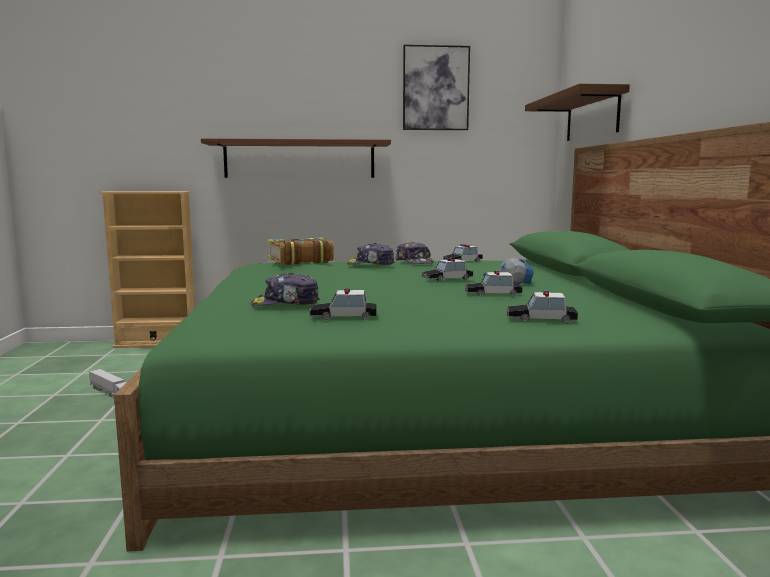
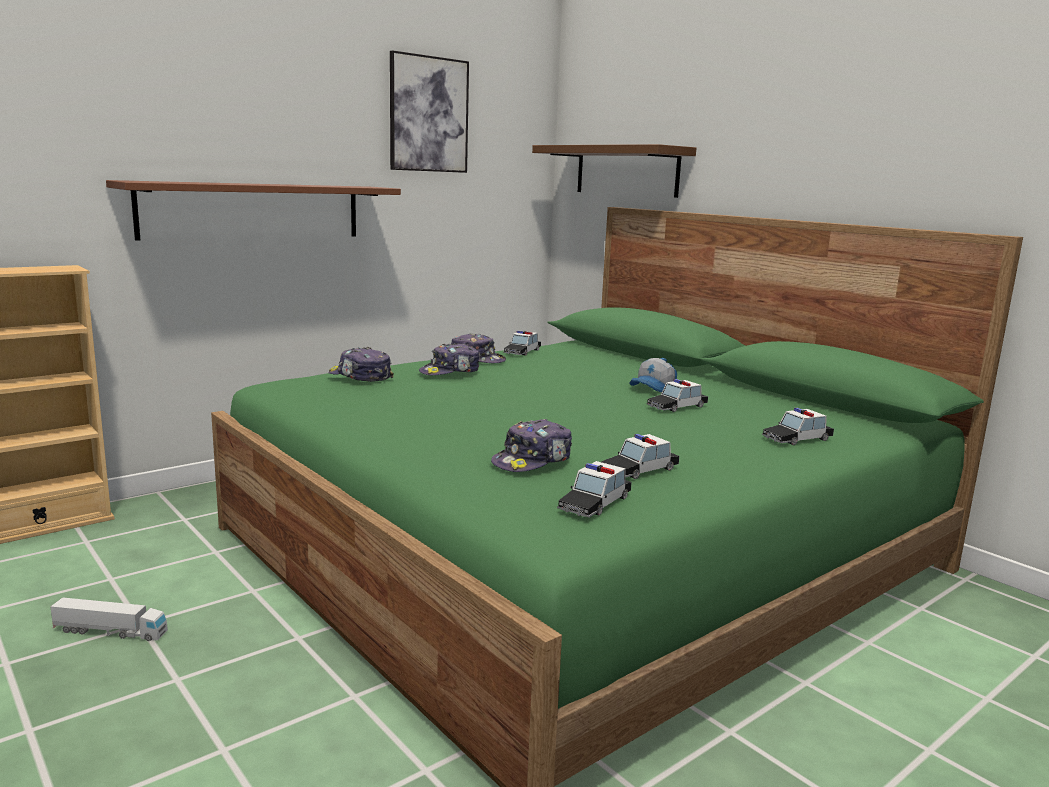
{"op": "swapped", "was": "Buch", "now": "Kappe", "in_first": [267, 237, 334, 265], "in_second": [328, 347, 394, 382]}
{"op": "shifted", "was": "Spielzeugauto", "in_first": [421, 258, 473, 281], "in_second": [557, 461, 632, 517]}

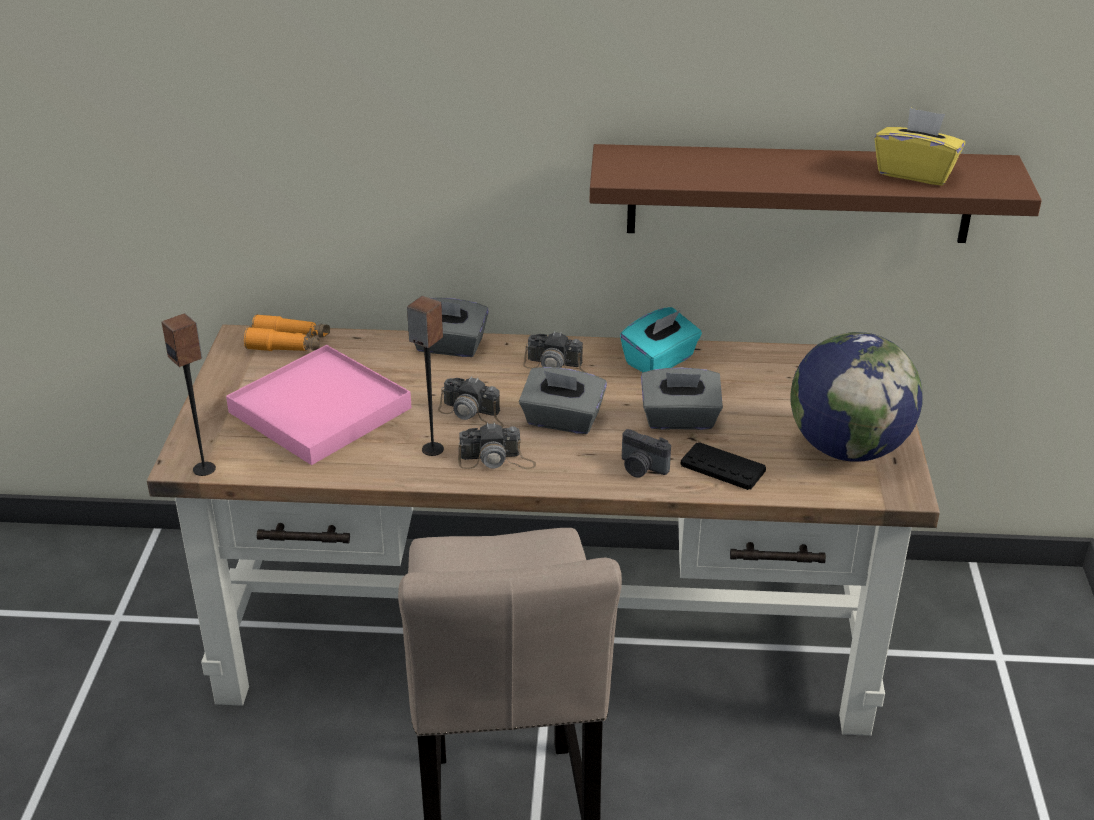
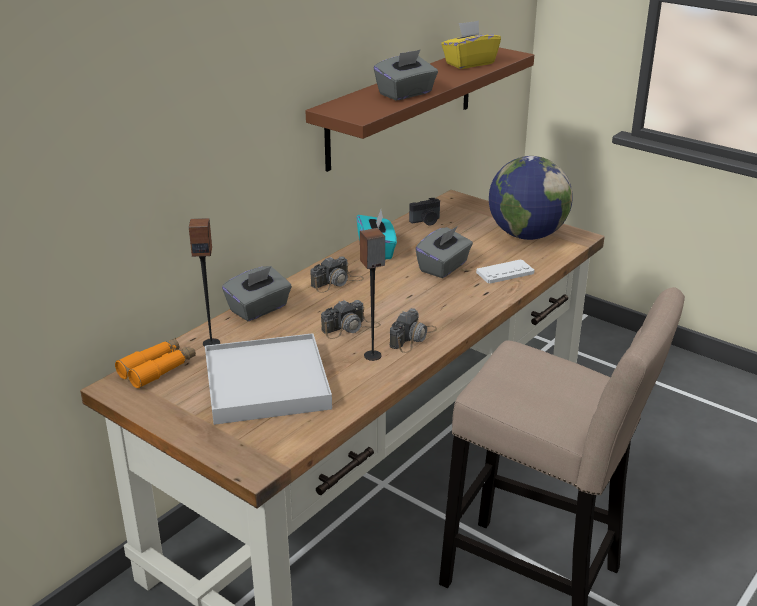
{"op": "shifted", "was": "Lautsprecher", "in_first": [162, 314, 216, 476], "in_second": [189, 218, 220, 347]}
{"op": "repainted", "was": "Tablett (rosa)", "now": "Tablett (weiß)", "in_first": [226, 345, 412, 465], "in_second": [205, 333, 332, 425]}
{"op": "shifted", "was": "Taschentuchbox (grau)", "in_first": [519, 367, 607, 434], "in_second": [374, 49, 438, 101]}
{"op": "shifted", "was": "Kamera", "in_first": [622, 429, 671, 478], "in_second": [409, 198, 440, 226]}
{"op": "repainted", "was": "Gamepad (schwarz)", "now": "Gamepad (weiß)", "in_first": [680, 442, 766, 490], "in_second": [476, 259, 534, 284]}

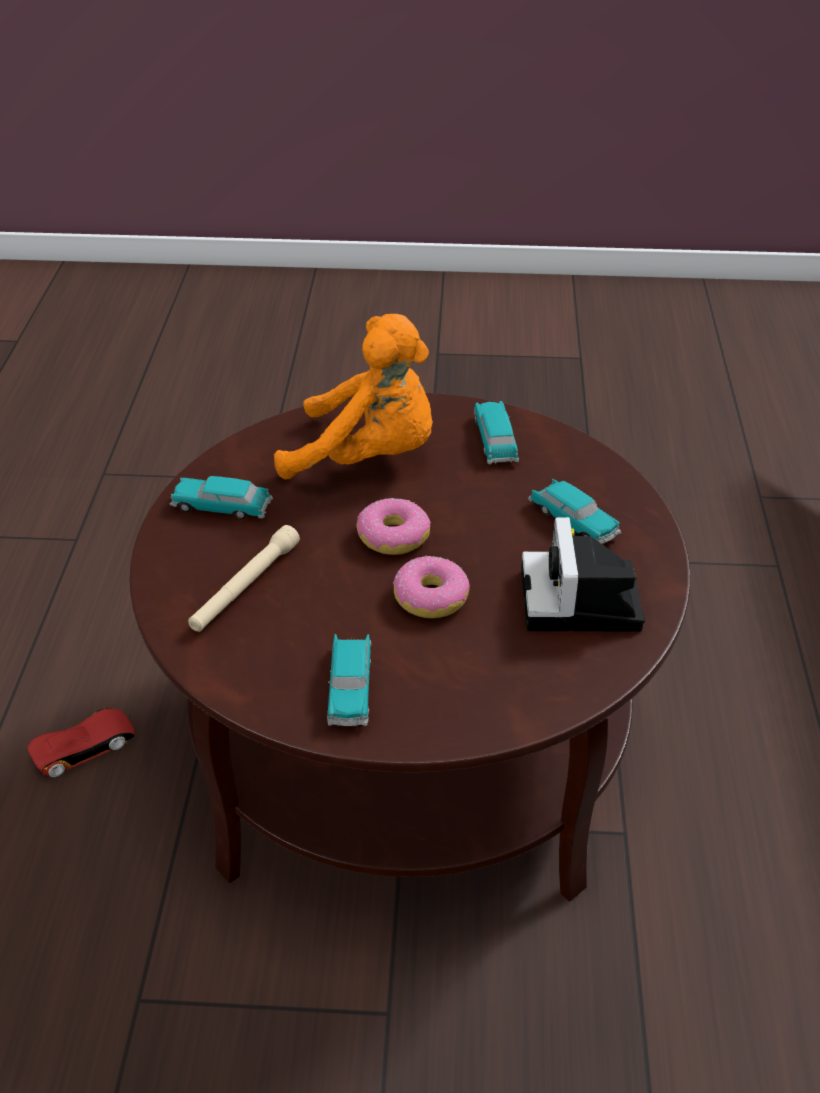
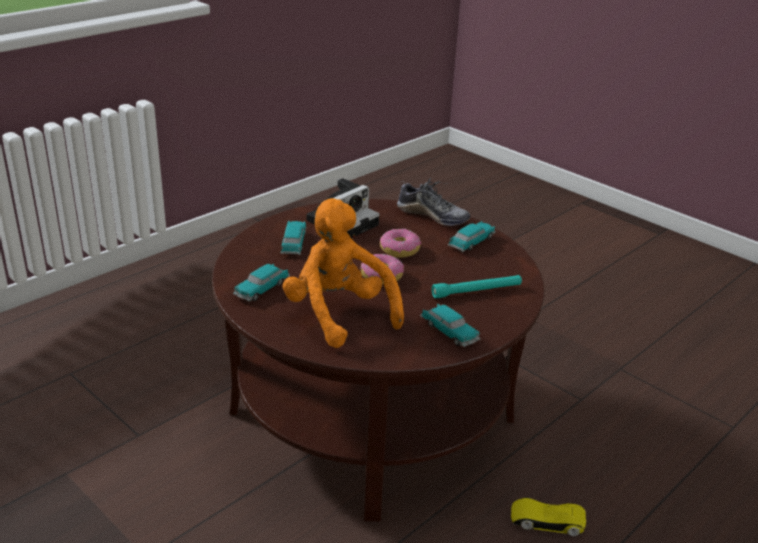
{"op": "repainted", "was": "Taschenlampe (beige)", "now": "Taschenlampe (türkis)", "in_first": [188, 525, 300, 632], "in_second": [432, 275, 522, 298]}
{"op": "repainted", "was": "Spielzeugauto (rot)", "now": "Spielzeugauto (gelb)", "in_first": [28, 708, 135, 777], "in_second": [511, 497, 586, 536]}
{"op": "new", "now": "Schuh", "in_second": [397, 178, 470, 226]}

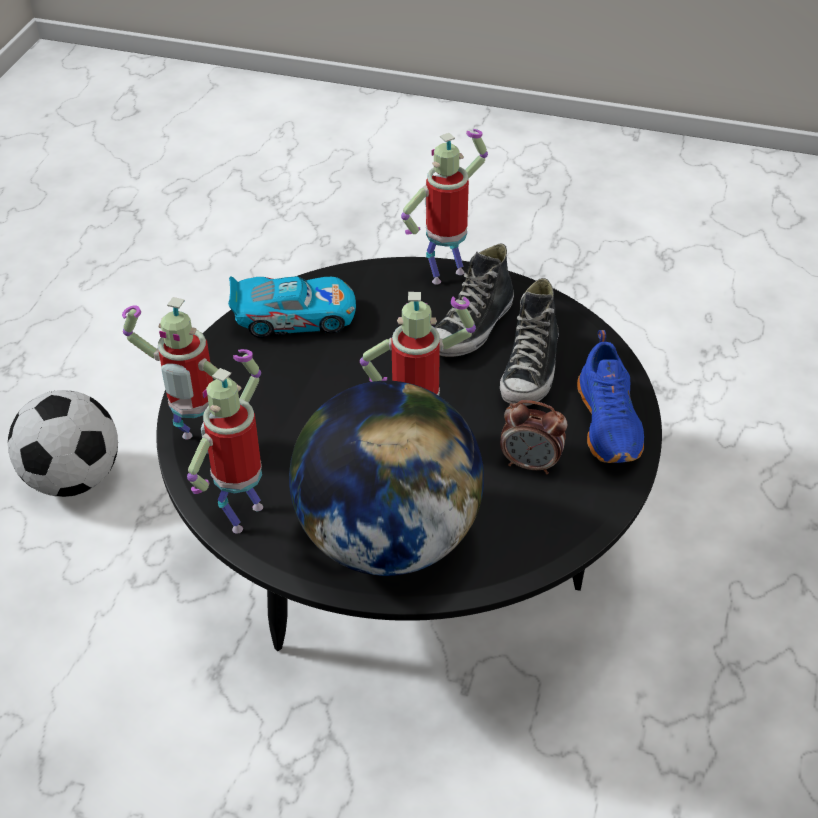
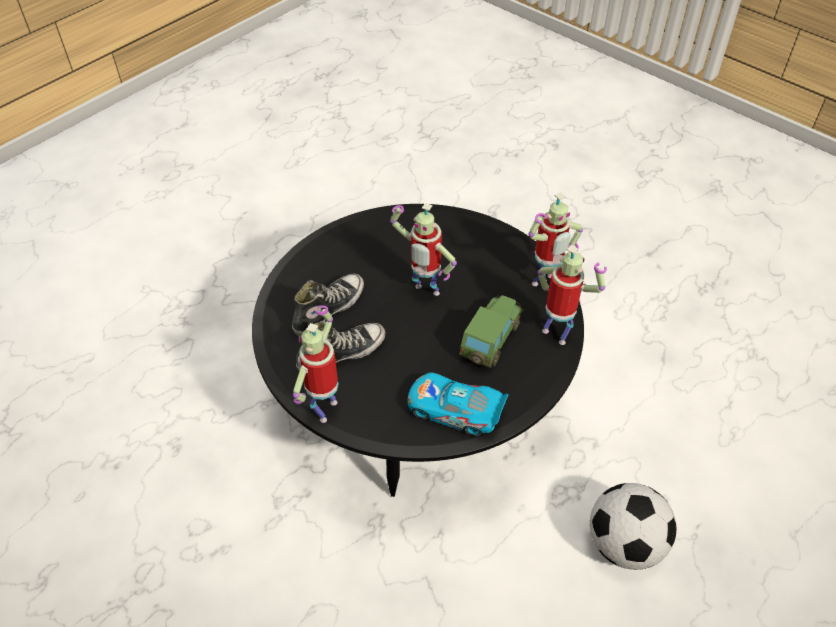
{"op": "rotated", "was": "Spielzeugroboter", "in_first": [401, 129, 488, 285], "in_second": [293, 305, 339, 423], "clockwise": 120}
{"op": "gone", "was": "Schuh (blau)", "in_first": [577, 330, 644, 463]}
{"op": "gone", "was": "Globus", "in_first": [289, 381, 484, 576]}
{"op": "gone", "was": "Wecker", "in_first": [500, 400, 568, 474]}
{"op": "new", "now": "Spielzeugauto", "in_second": [459, 295, 524, 368]}

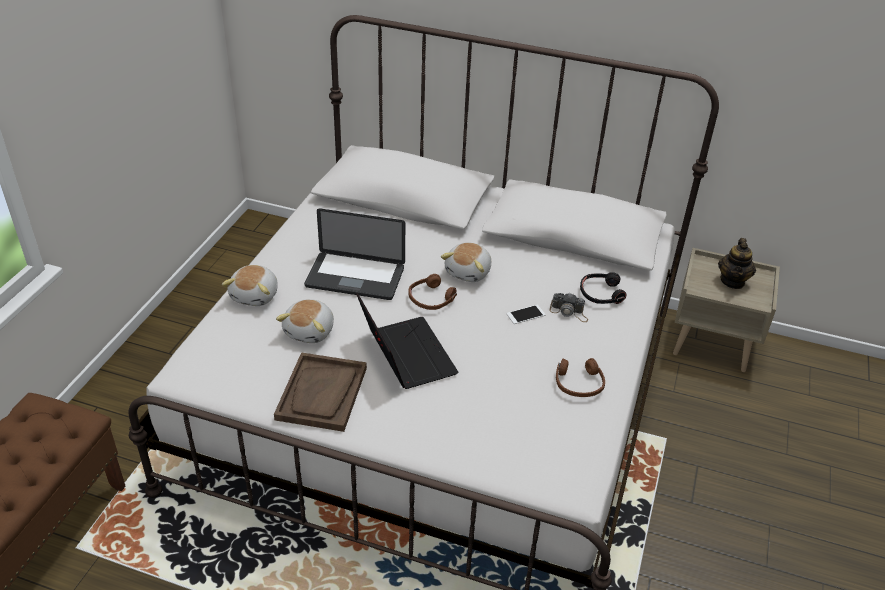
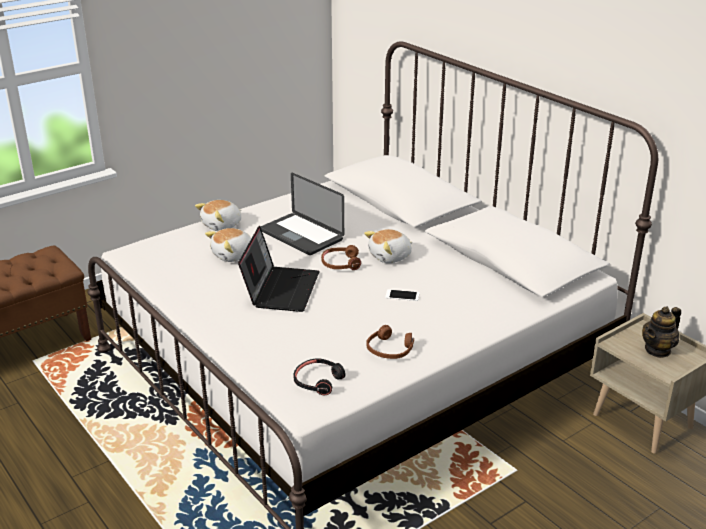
{"op": "shifted", "was": "Kopfhörer (schwarz)", "in_first": [580, 272, 627, 304], "in_second": [293, 358, 345, 395]}
{"op": "gone", "was": "Kamera", "in_first": [550, 293, 588, 322]}
{"op": "gone", "was": "Tablett (braun)", "in_first": [274, 352, 367, 432]}

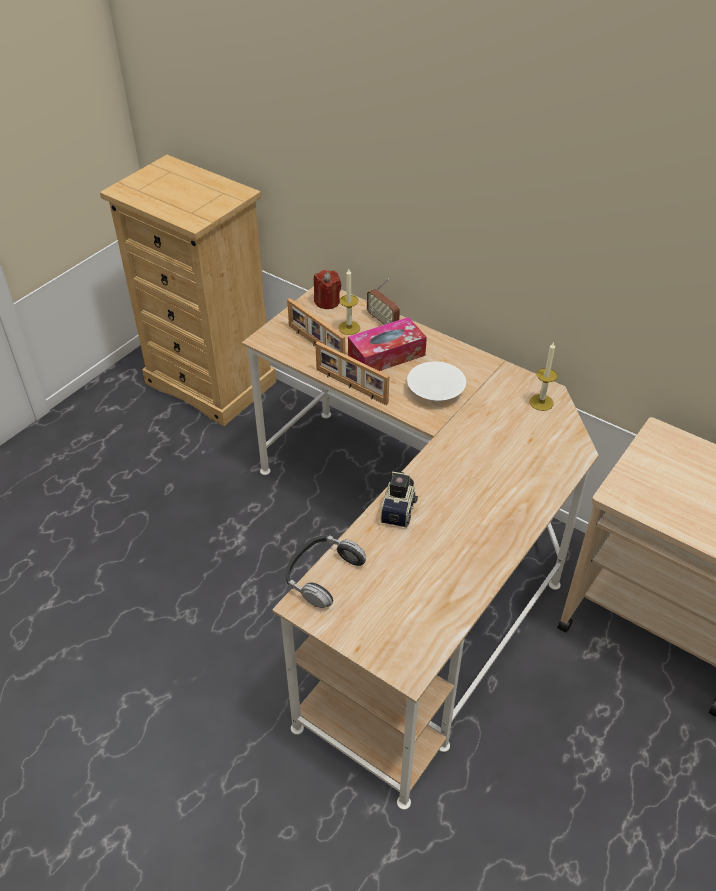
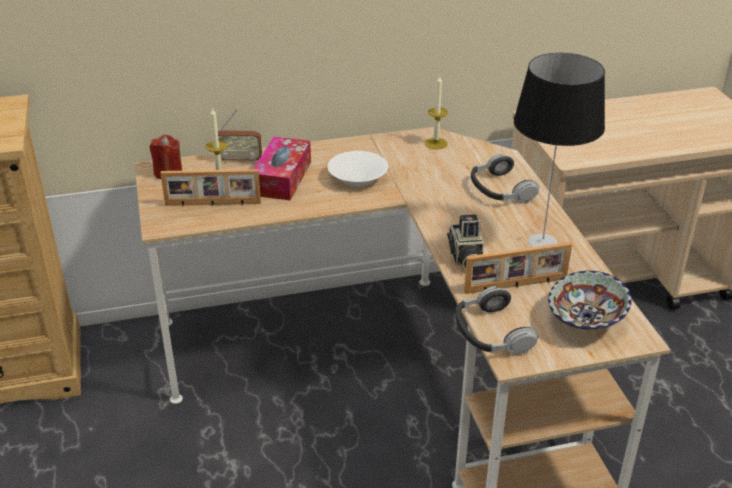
{"op": "shifted", "was": "Bilderrahmen", "in_first": [315, 341, 389, 405], "in_second": [464, 242, 572, 294]}
{"op": "rotated", "was": "Kamera", "in_first": [381, 471, 418, 527], "in_second": [447, 214, 484, 270], "clockwise": -150}
{"op": "new", "now": "Tischlampe", "in_second": [514, 53, 605, 247]}
{"op": "new", "now": "Kopfhörer", "in_second": [471, 154, 539, 203]}
{"op": "new", "now": "Schüssel", "in_second": [548, 271, 632, 331]}

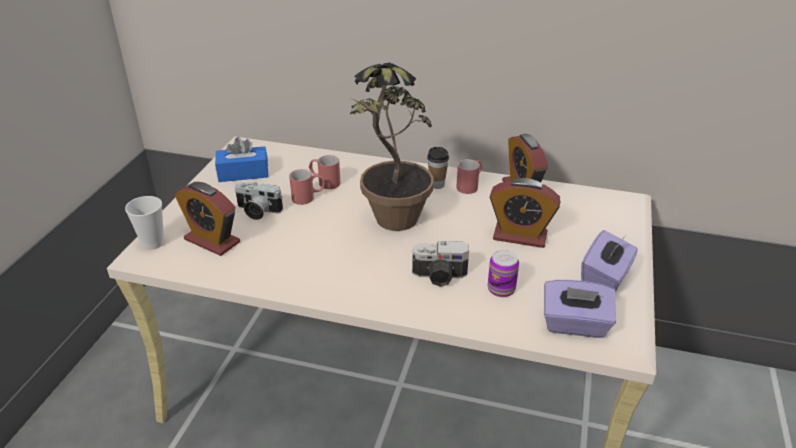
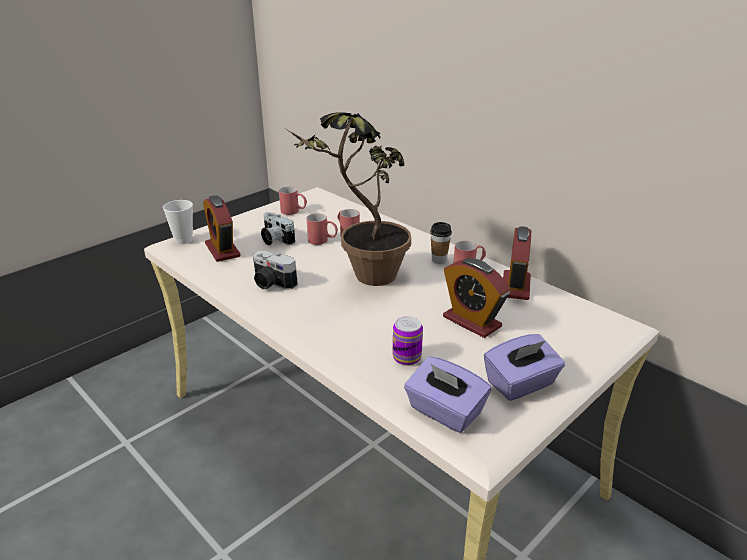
{"op": "swapped", "was": "Taschentuchbox (blau)", "now": "Henkelbecher (rot)", "in_first": [215, 137, 268, 182], "in_second": [279, 186, 307, 215]}
{"op": "shifted", "was": "Kamera", "in_first": [412, 241, 469, 287], "in_second": [253, 251, 298, 290]}

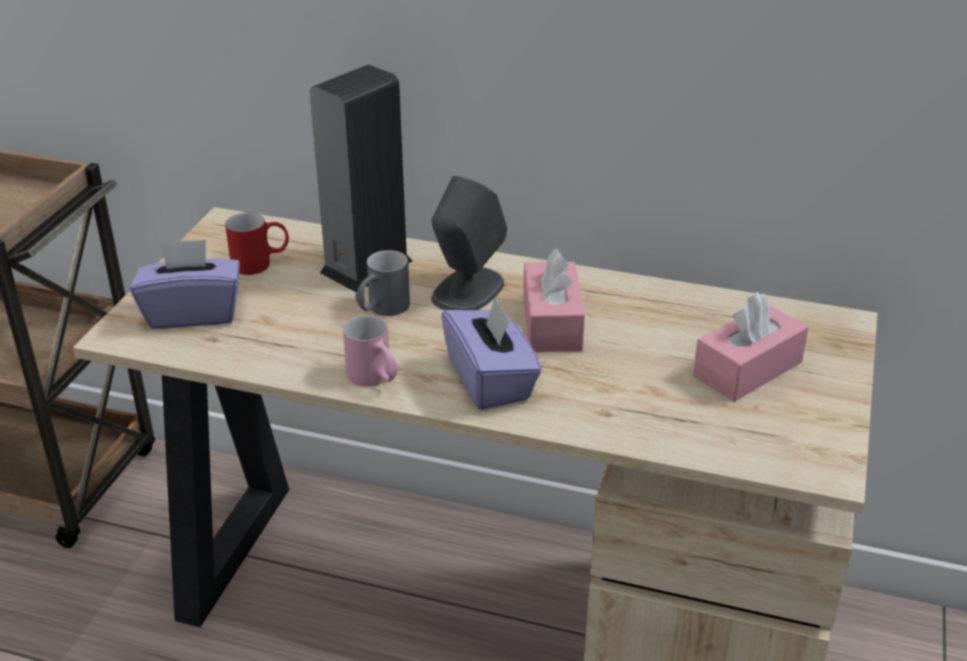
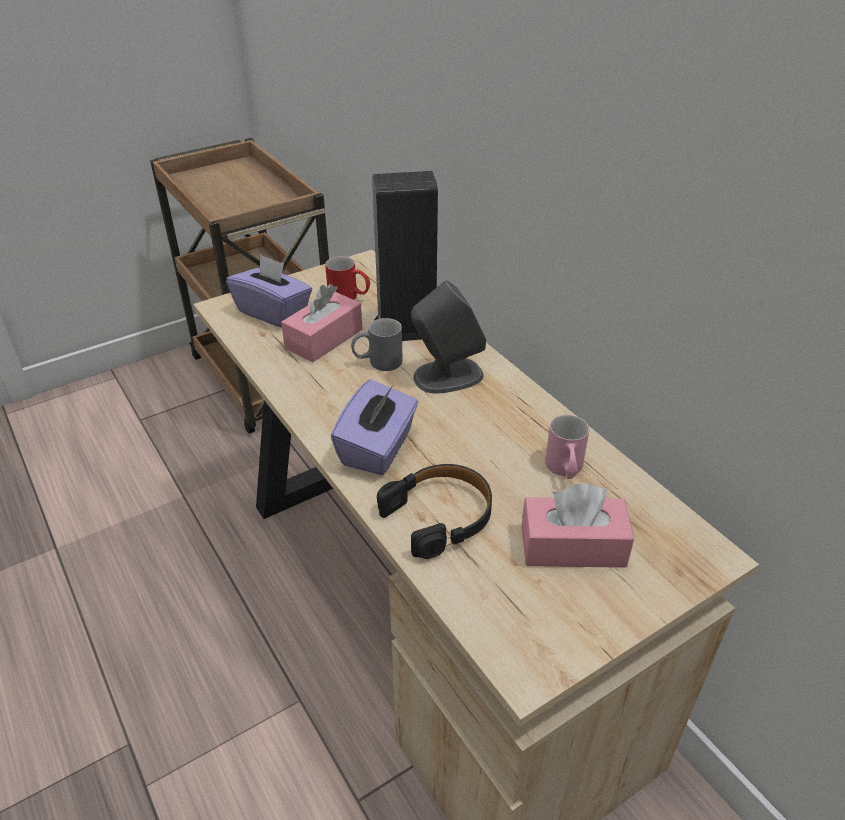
{"op": "shifted", "was": "Taschentuchbox (rosa)", "in_first": [523, 248, 585, 352], "in_second": [281, 284, 363, 363]}
{"op": "shifted", "was": "Henkelbecher (rosa)", "in_first": [343, 315, 399, 387], "in_second": [545, 415, 589, 479]}
{"op": "new", "now": "Kopfhörer (schwarz)", "in_second": [377, 464, 492, 559]}

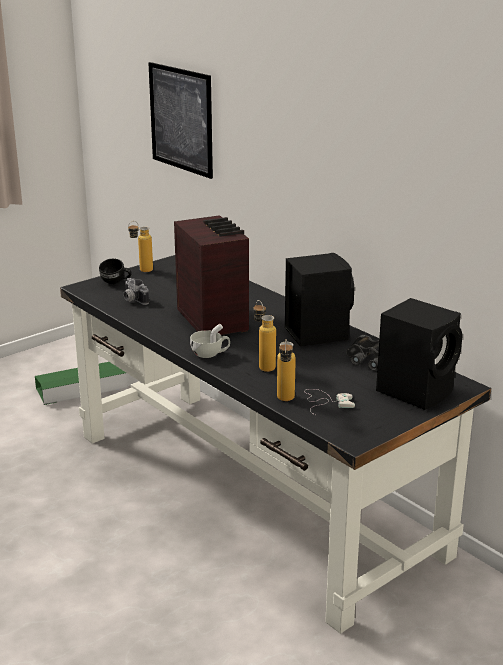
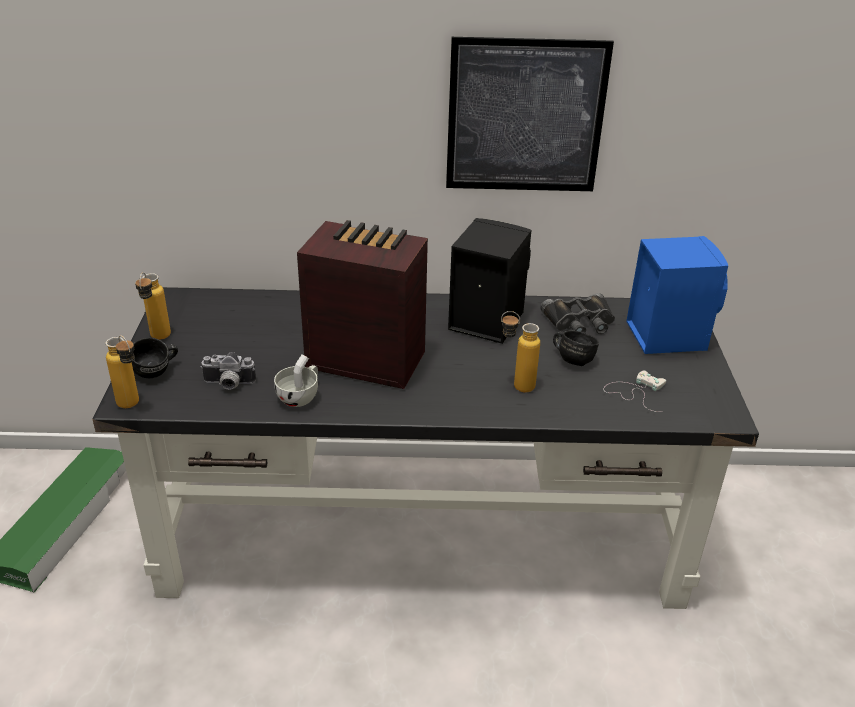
{"op": "shifted", "was": "Bild", "in_first": [148, 62, 213, 179], "in_second": [446, 37, 614, 191]}
{"op": "repainted", "was": "Lautsprecher (schwarz)", "now": "Lautsprecher (blau)", "in_first": [376, 298, 463, 410], "in_second": [626, 236, 728, 354]}
{"op": "shifted", "was": "Tasse (weiß)", "in_first": [190, 324, 230, 358], "in_second": [274, 354, 318, 407]}
{"op": "shifted", "was": "Flasche", "in_first": [277, 339, 296, 401], "in_second": [106, 335, 139, 408]}
{"op": "new", "now": "Henkelbecher (schwarz)", "in_second": [553, 330, 599, 366]}

